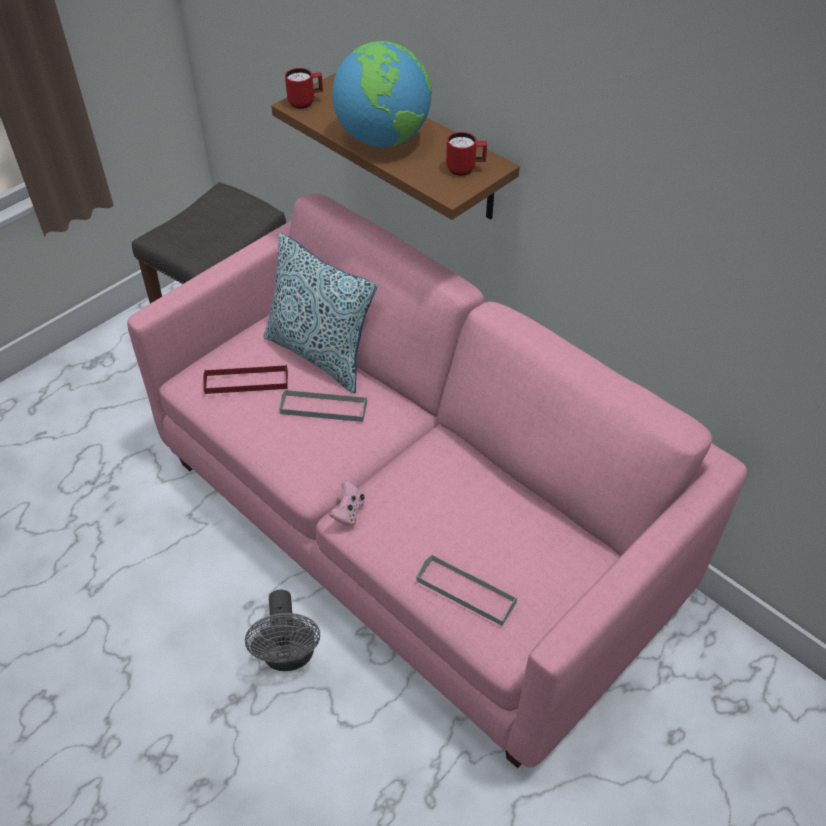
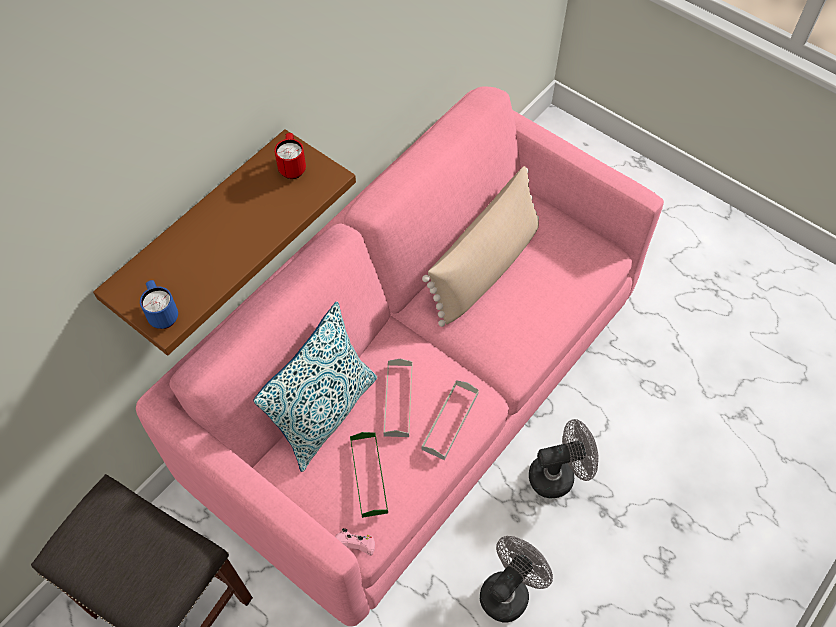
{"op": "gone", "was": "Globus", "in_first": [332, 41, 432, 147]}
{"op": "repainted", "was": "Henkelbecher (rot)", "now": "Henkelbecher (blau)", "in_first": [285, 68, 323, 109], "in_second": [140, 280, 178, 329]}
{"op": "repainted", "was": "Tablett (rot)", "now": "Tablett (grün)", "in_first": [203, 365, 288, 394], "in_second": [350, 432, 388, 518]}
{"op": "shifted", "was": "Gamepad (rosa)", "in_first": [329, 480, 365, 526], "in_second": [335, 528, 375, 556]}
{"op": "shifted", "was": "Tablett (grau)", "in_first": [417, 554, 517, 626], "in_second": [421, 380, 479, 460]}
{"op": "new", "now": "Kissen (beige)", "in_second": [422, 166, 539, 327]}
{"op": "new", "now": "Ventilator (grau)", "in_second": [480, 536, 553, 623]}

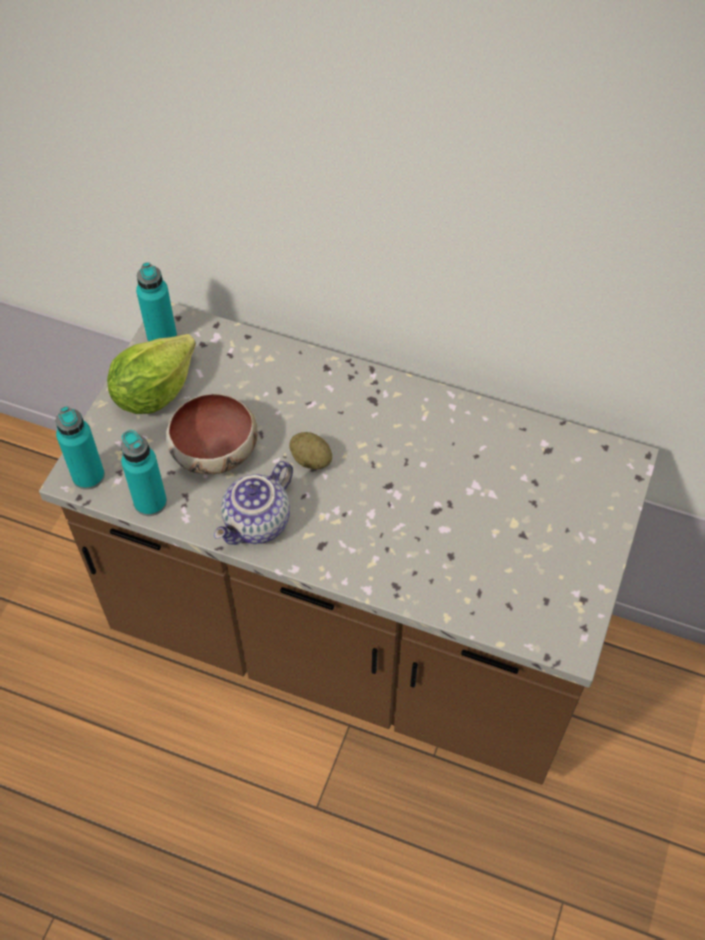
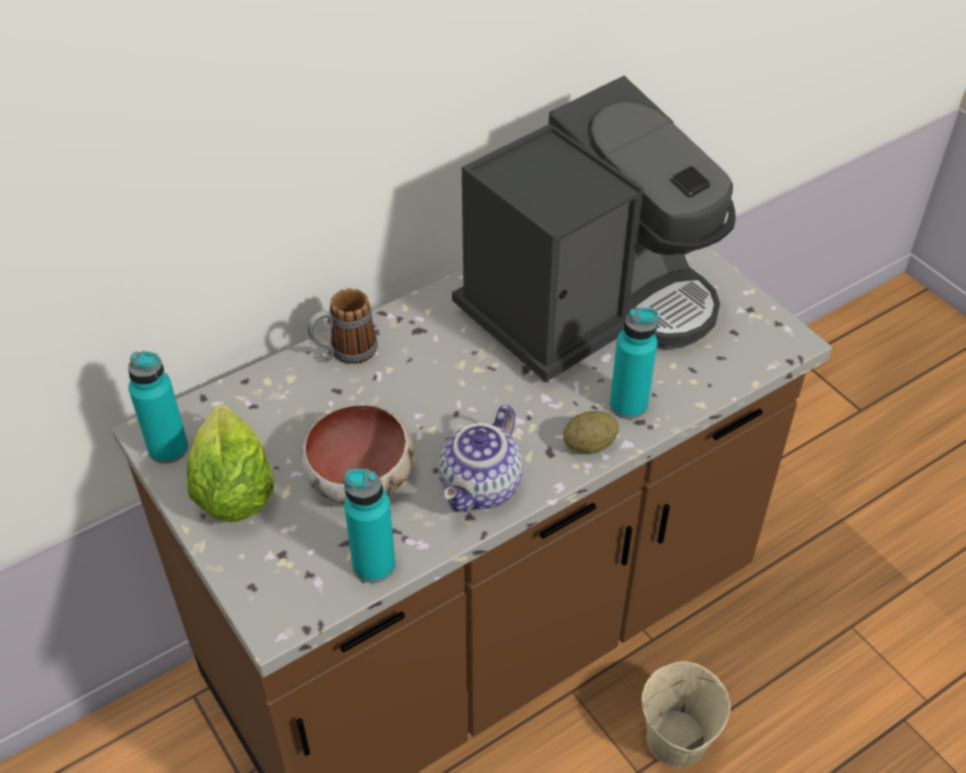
{"op": "shifted", "was": "Flasche (türkis)", "in_first": [56, 406, 105, 490], "in_second": [610, 307, 658, 419]}
{"op": "shifted", "was": "Kartoffel", "in_first": [289, 432, 332, 470], "in_second": [563, 411, 619, 454]}
{"op": "rotated", "was": "Teekanne", "in_first": [214, 461, 293, 545], "in_second": [439, 405, 523, 512], "clockwise": 45}
{"op": "new", "now": "Kaffeemaschine", "in_second": [452, 76, 736, 382]}
{"op": "new", "now": "Henkelbecher", "in_second": [308, 288, 378, 364]}
{"op": "new", "now": "Eimer (beige)", "in_second": [641, 661, 731, 768]}

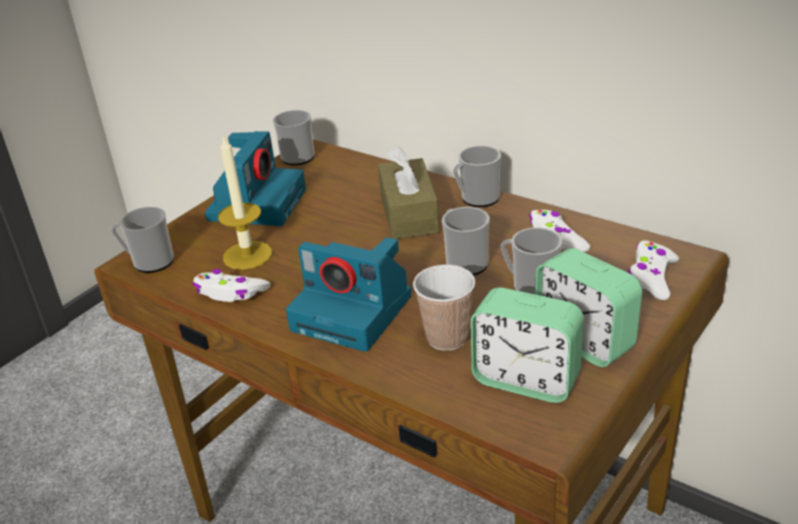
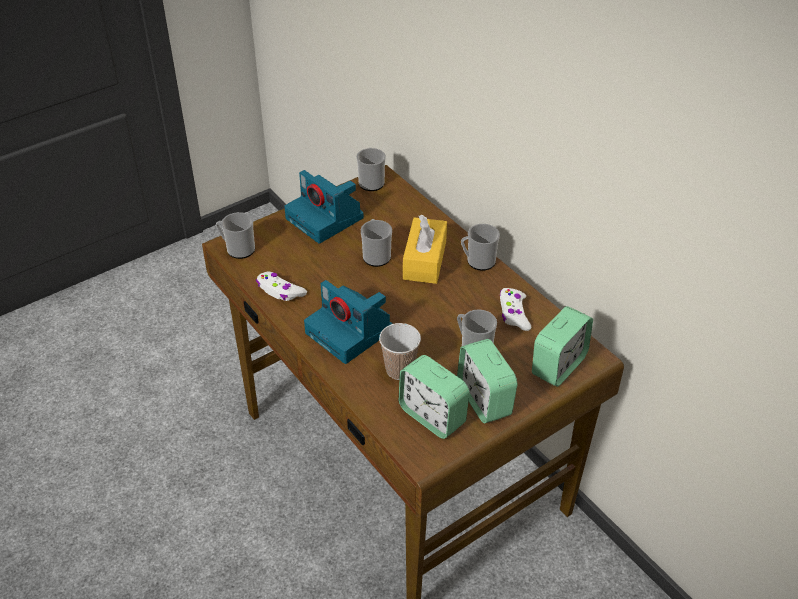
{"op": "rotated", "was": "Kamera", "in_first": [205, 131, 306, 226], "in_second": [284, 170, 364, 243], "clockwise": 105}
{"op": "gone", "was": "Kerze", "in_first": [218, 134, 272, 270]}
{"op": "repainted", "was": "Taschentuchbox (braun)", "now": "Taschentuchbox (gelb)", "in_first": [378, 147, 440, 239], "in_second": [403, 215, 447, 284]}
{"op": "shifted", "was": "Henkelbecher", "in_first": [442, 207, 490, 276], "in_second": [361, 219, 392, 267]}
{"op": "swapped", "was": "Gamepad (weiß)", "now": "Wecker", "in_first": [628, 240, 679, 300], "in_second": [532, 306, 593, 387]}

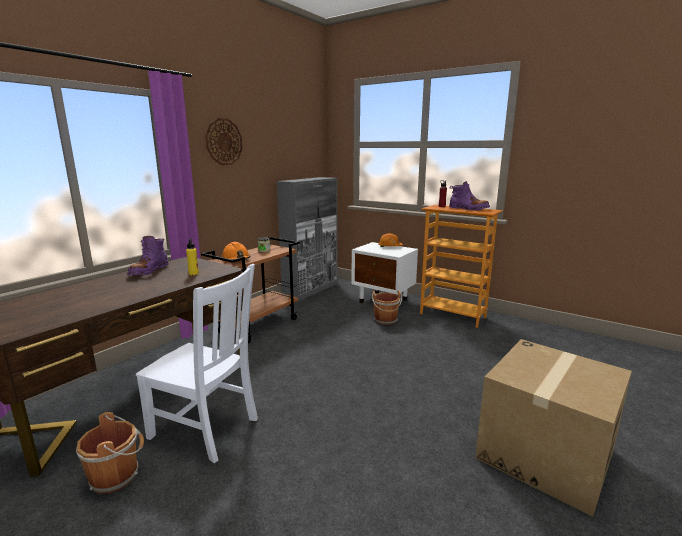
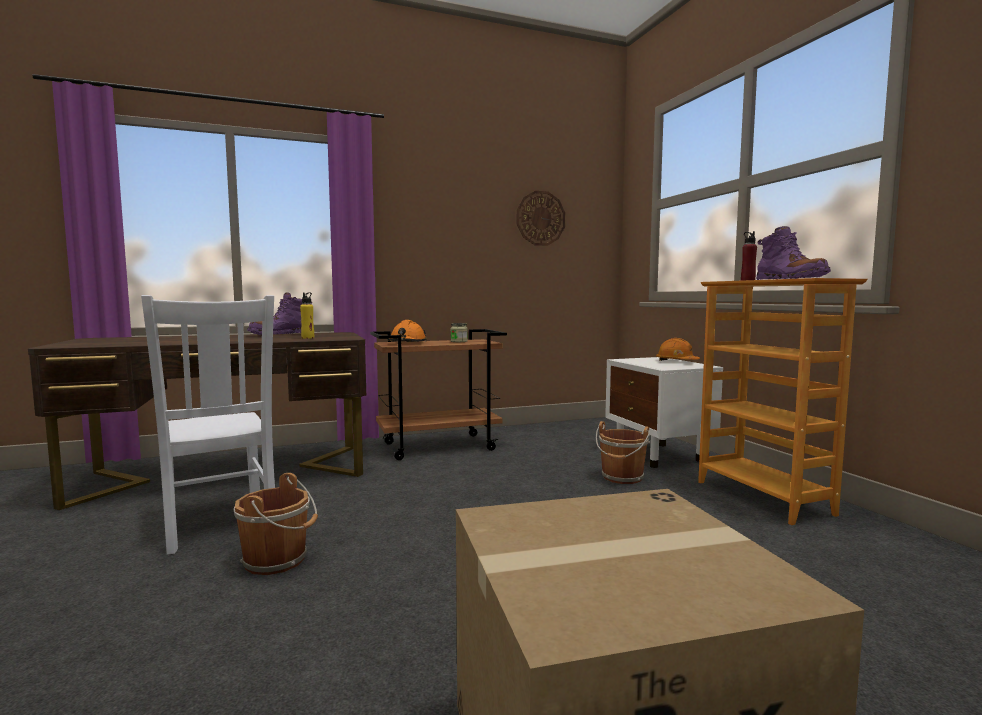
{"op": "shifted", "was": "Wanduhr", "in_first": [205, 118, 242, 165], "in_second": [517, 191, 565, 246]}
{"op": "gone", "was": "Schrank (grau)", "in_first": [277, 177, 338, 302]}
{"op": "shifted", "was": "Eimer (braun)", "in_first": [76, 412, 144, 494], "in_second": [234, 473, 318, 575]}

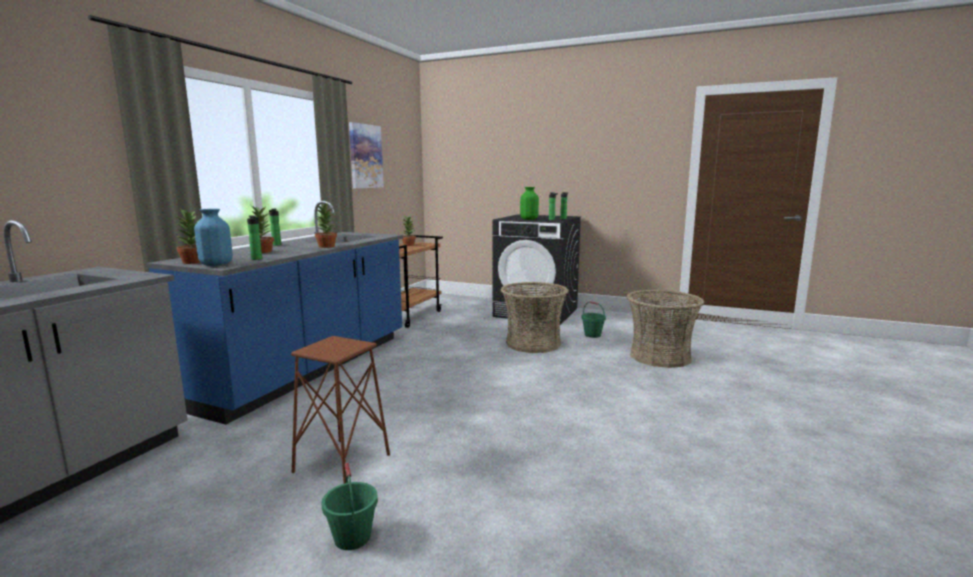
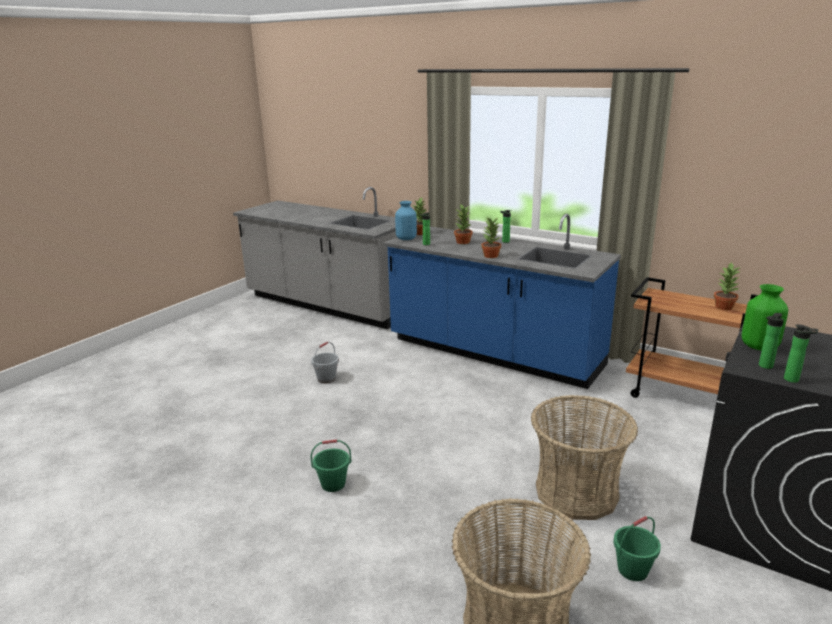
{"op": "gone", "was": "Bild", "in_first": [349, 122, 384, 188]}
{"op": "swapped", "was": "Hocker (braun)", "now": "Eimer (grau)", "in_first": [291, 336, 390, 484], "in_second": [311, 342, 339, 383]}
{"op": "shifted", "was": "Eimer (grün)", "in_first": [322, 462, 378, 550], "in_second": [311, 439, 351, 492]}

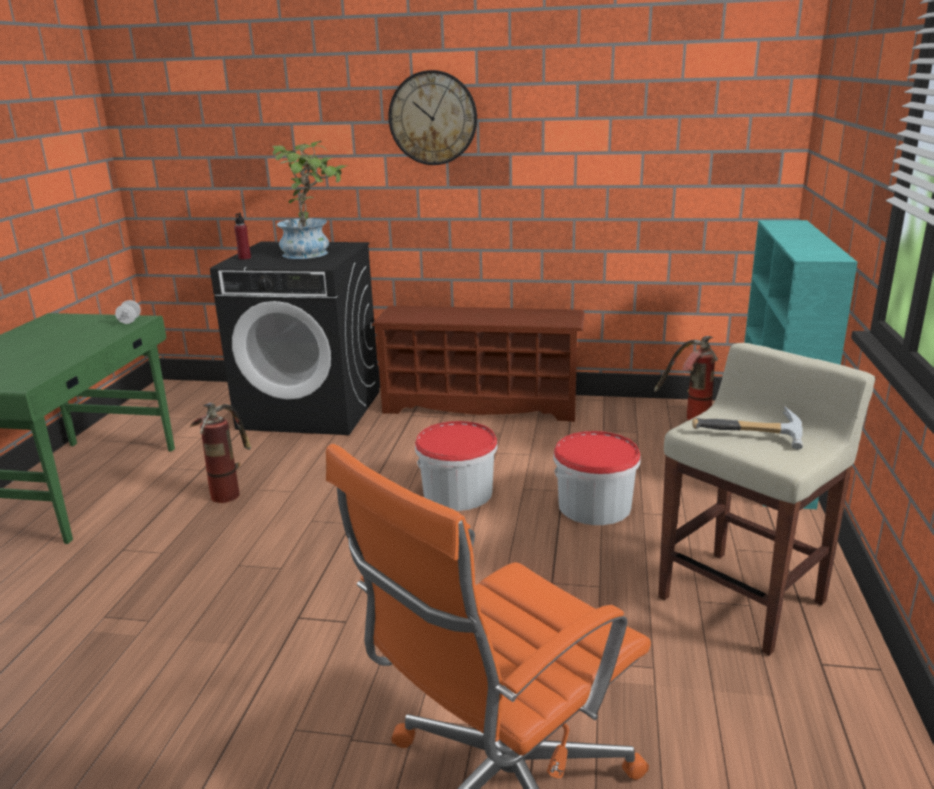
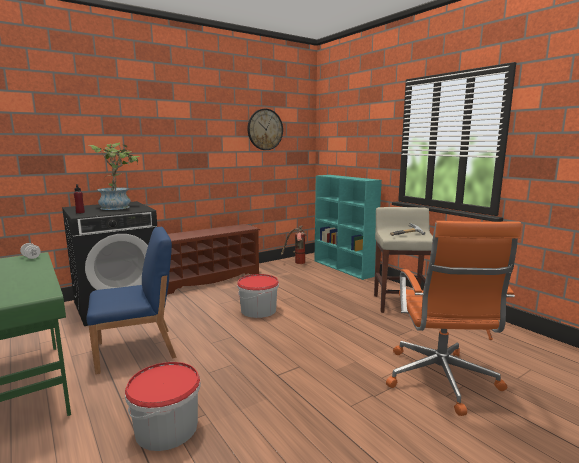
{"op": "shifted", "was": "Wanduhr", "in_first": [388, 70, 477, 165], "in_second": [248, 109, 283, 150]}
{"op": "swapped", "was": "Feuerlöscher", "now": "Stuhl (blau)", "in_first": [190, 402, 251, 503], "in_second": [87, 227, 176, 374]}
{"op": "shifted", "was": "Eimer", "in_first": [553, 431, 641, 525], "in_second": [125, 362, 201, 451]}

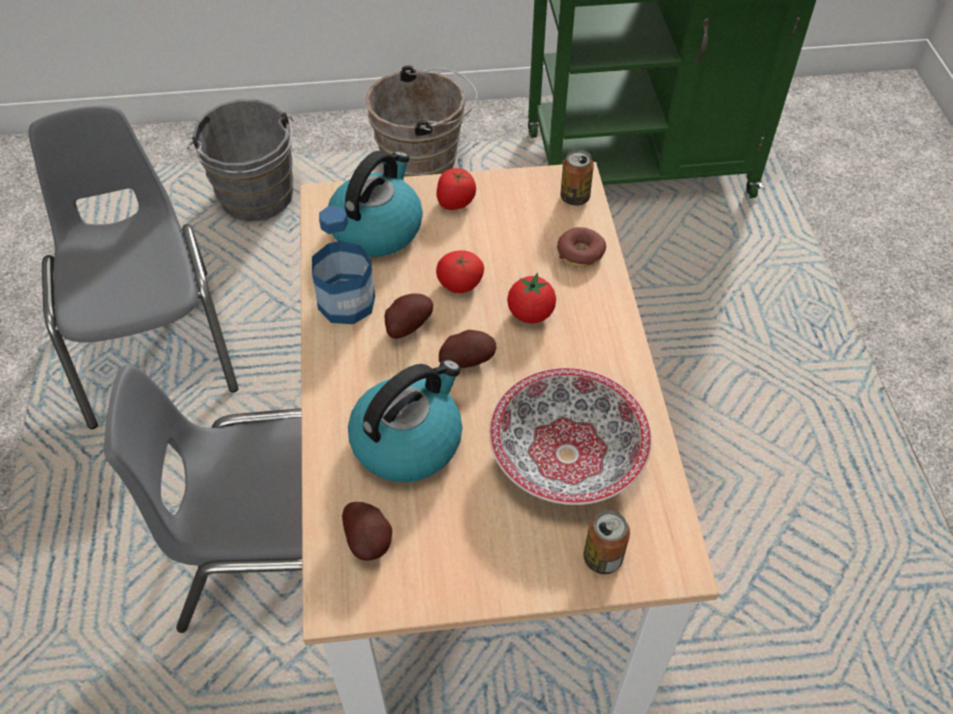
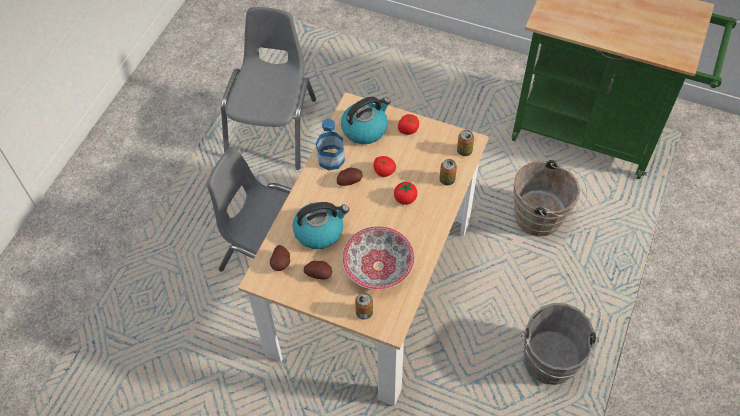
{"op": "shifted", "was": "Eimer (braun)", "in_first": [365, 66, 477, 177], "in_second": [513, 160, 588, 236]}
{"op": "shifted", "was": "Eimer (grau)", "in_first": [187, 99, 293, 221], "in_second": [521, 303, 599, 385]}
{"op": "swapped", "was": "Donut", "now": "Dose", "in_first": [557, 227, 606, 267], "in_second": [440, 159, 457, 185]}
{"op": "shifted", "was": "Kartoffel", "in_first": [439, 330, 496, 368], "in_second": [304, 261, 332, 279]}

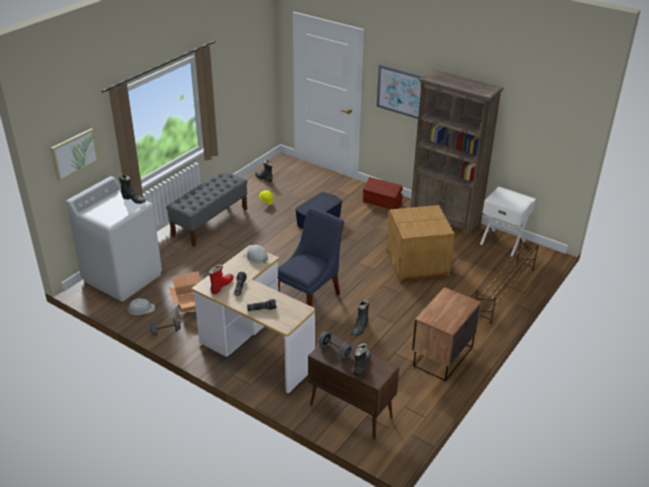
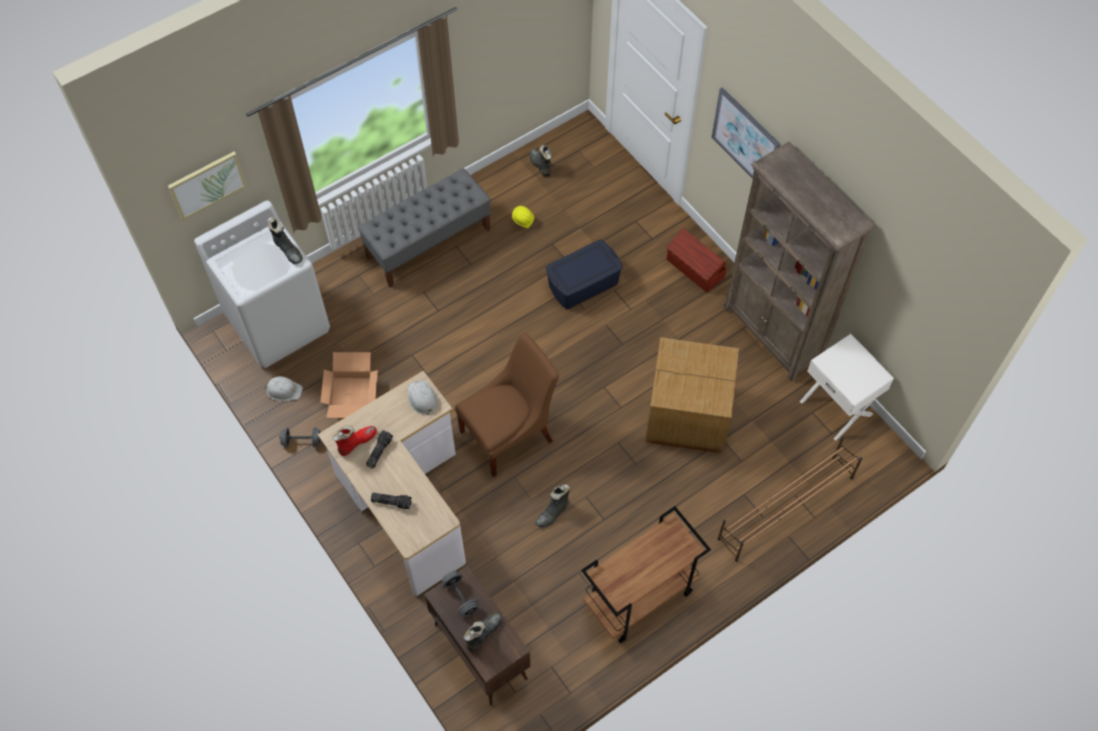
{"op": "repainted", "was": "Stuhl (blau)", "now": "Stuhl (braun)", "in_first": [277, 207, 344, 307], "in_second": [455, 333, 559, 477]}
{"op": "swapped", "was": "Nachttisch", "now": "Rollwagen (braun)", "in_first": [412, 287, 481, 381], "in_second": [581, 506, 711, 643]}

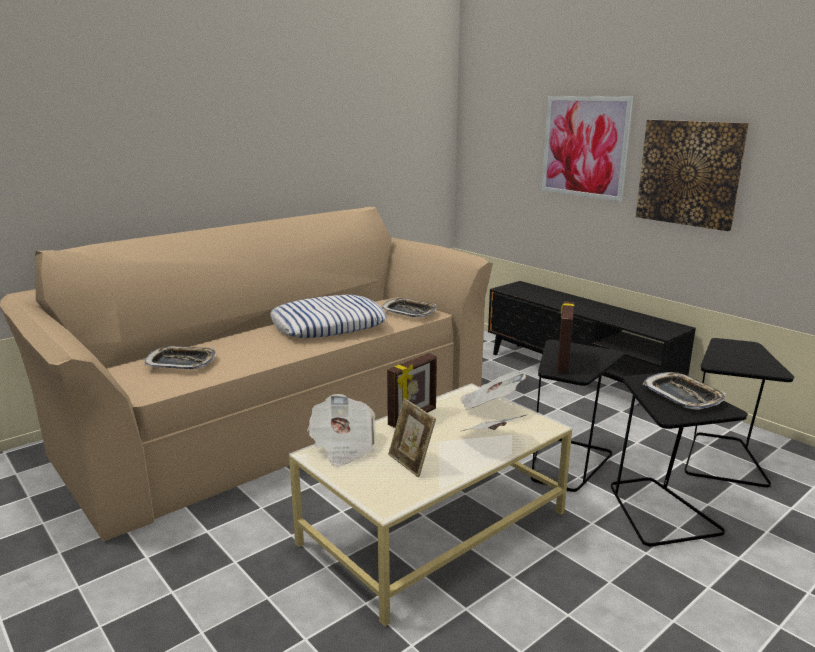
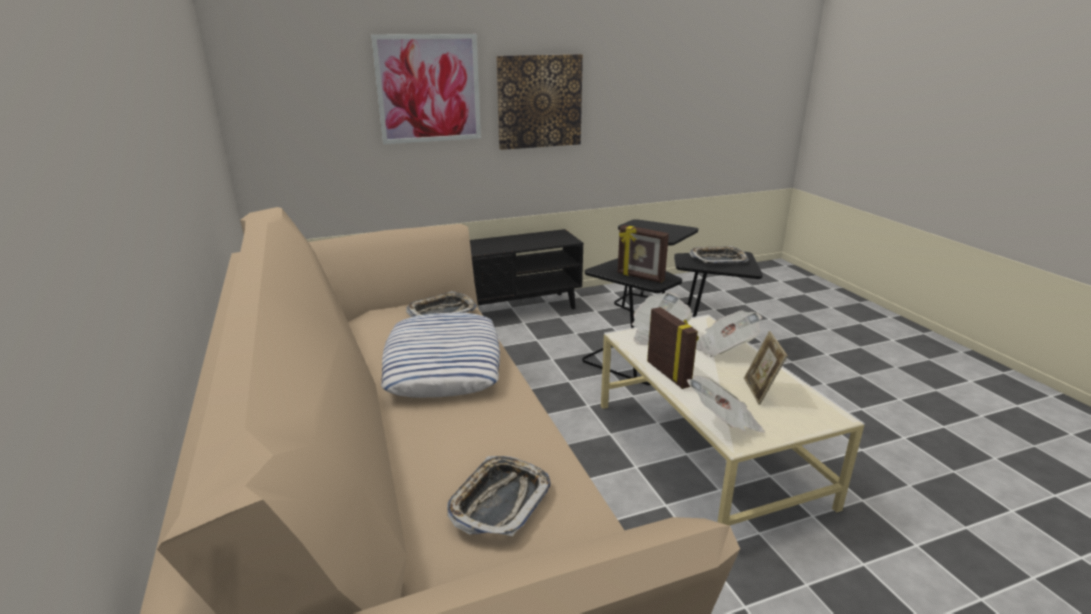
{"op": "rotated", "was": "Bilderrahmen", "in_first": [388, 398, 436, 477], "in_second": [744, 331, 788, 405], "clockwise": 105}

